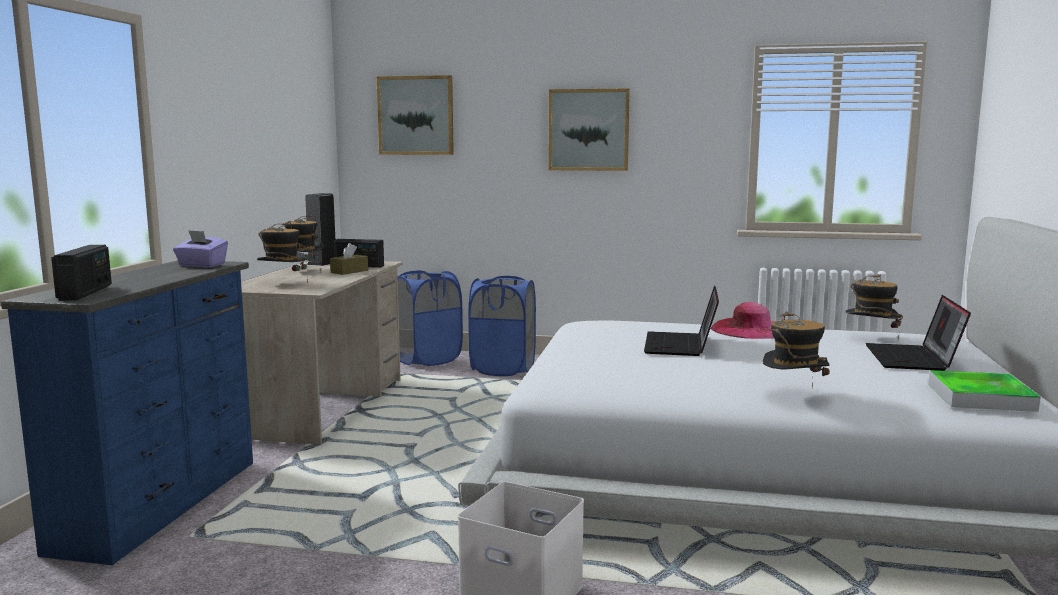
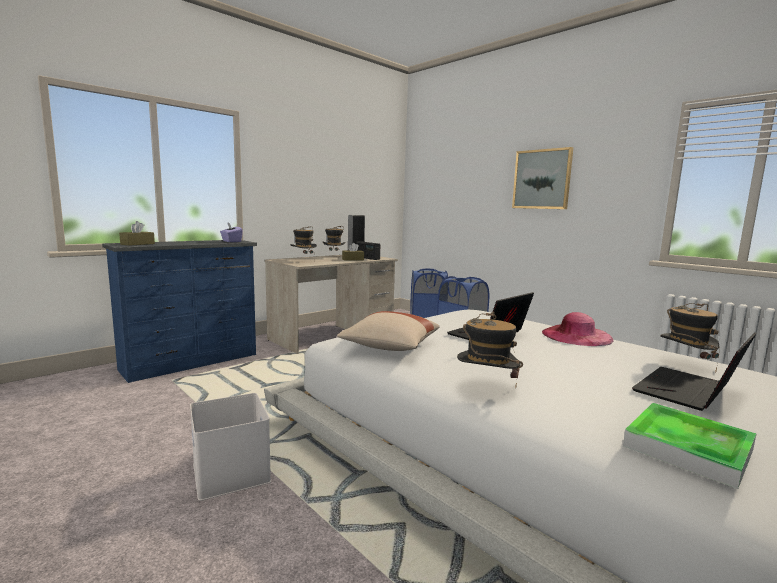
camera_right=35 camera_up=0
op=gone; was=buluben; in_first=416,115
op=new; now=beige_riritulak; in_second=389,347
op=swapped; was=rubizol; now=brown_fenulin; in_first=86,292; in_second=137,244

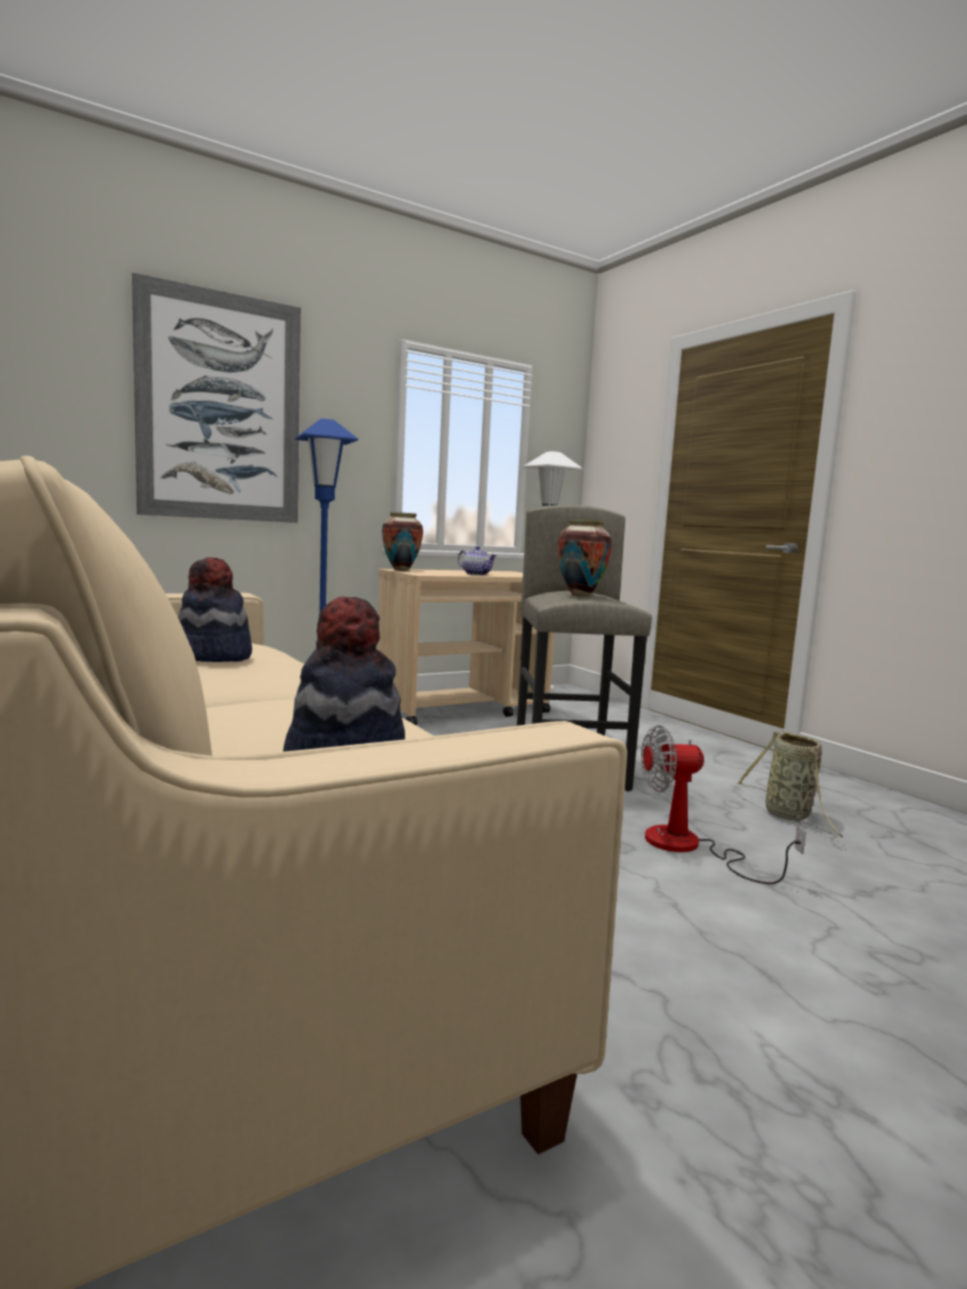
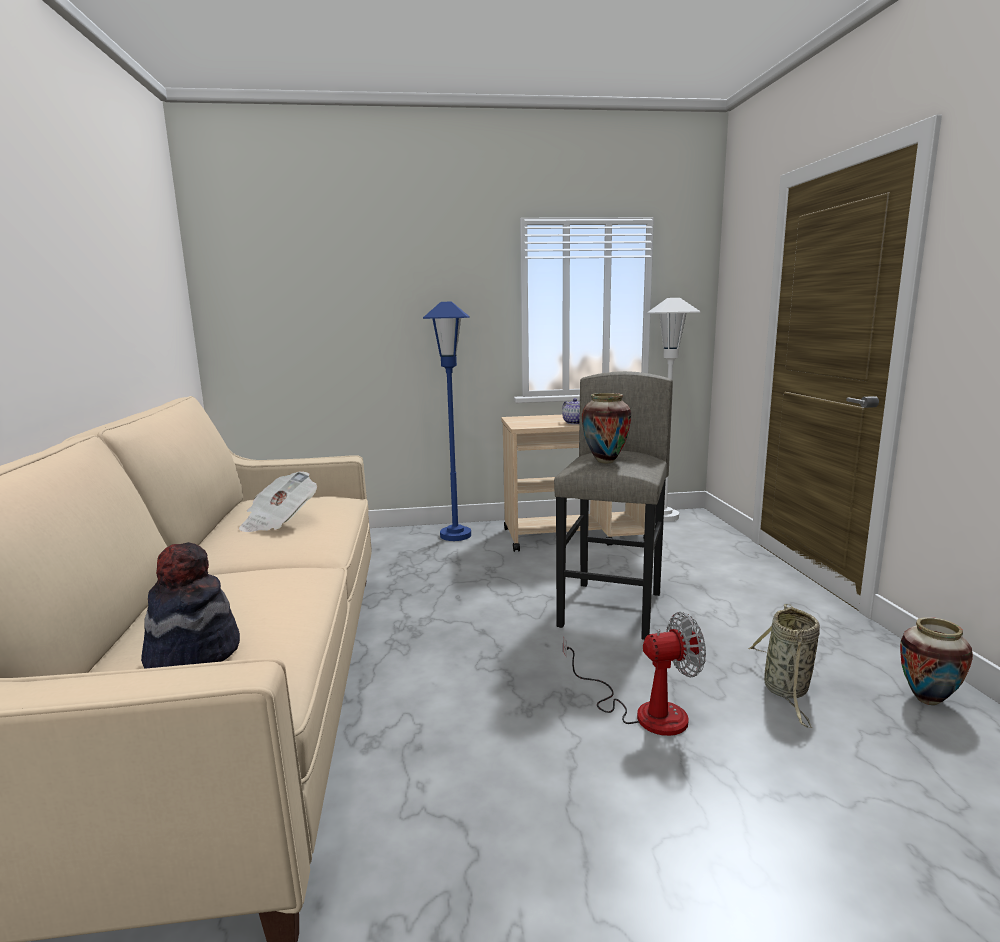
camera_right=25 camera_up=5
op=gone; was=buluben; in_first=220,408
op=shifted; was=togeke; in_first=401,570; in_second=927,700
op=swapped; was=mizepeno; now=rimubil; in_first=213,657; in_second=279,522
op=rotated; was=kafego; in_first=689,848; in_second=644,711; clockwise=150

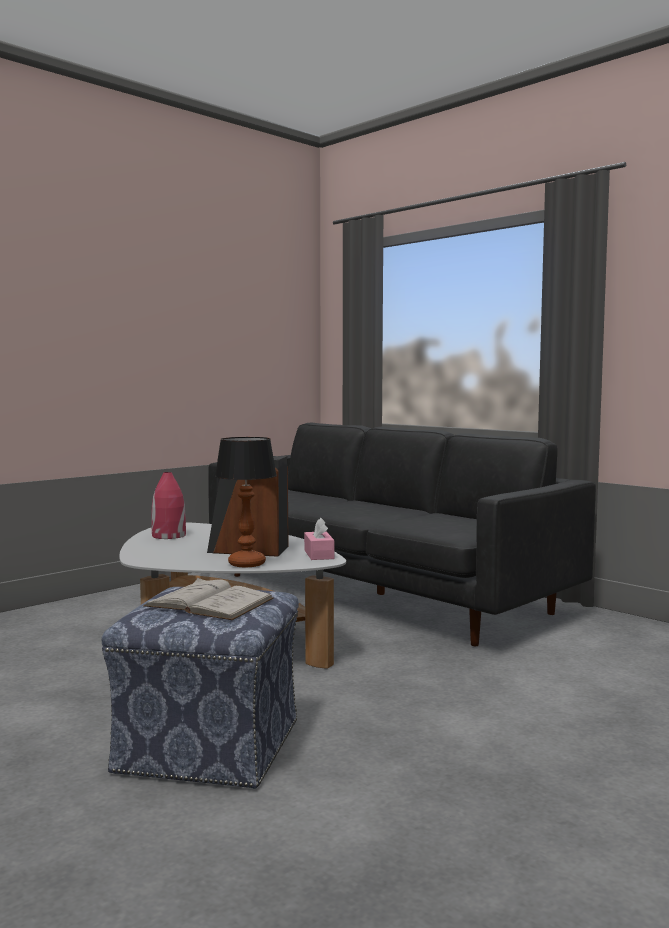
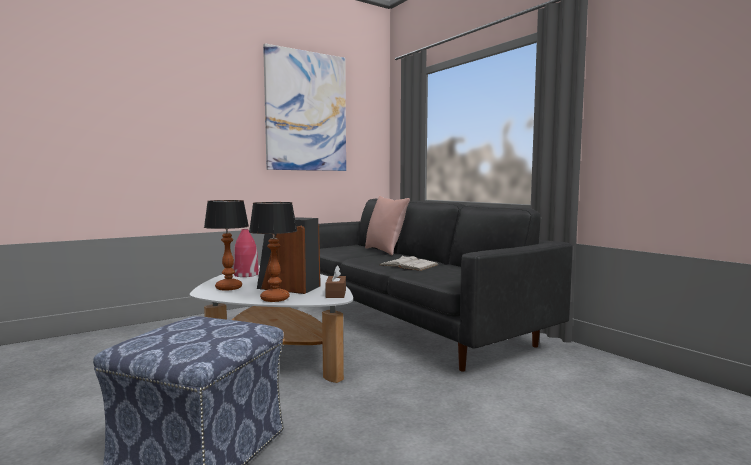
camera_right=10 camera_up=0
op=new; now=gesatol; in_second=228,288
op=new; now=buluben; in_second=306,111
op=new; now=pink_riritulak; in_second=385,251
op=shifted; was=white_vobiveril; in_first=209,602; in_second=408,265
op=repainted; was=pink_fenulin; now=brown_fenulin; in_first=319,554; in_second=336,293

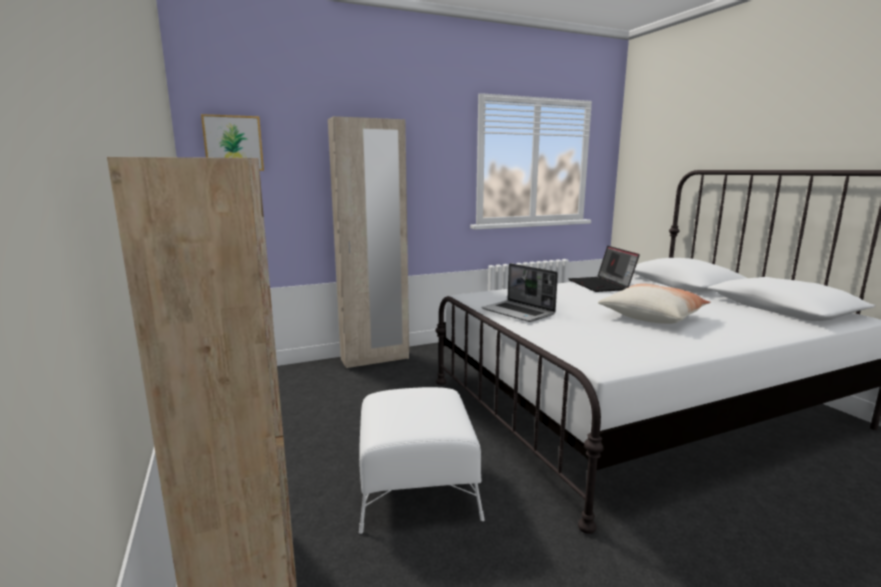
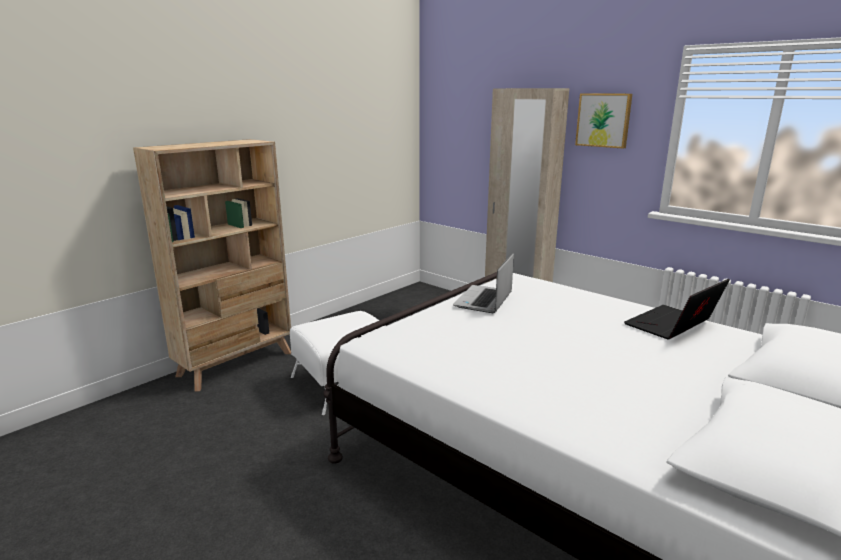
camera_right=65 camera_up=5
op=gone; was=riritulak; in_first=652,317
op=shifted; was=buluben; in_first=233,143; in_second=604,120

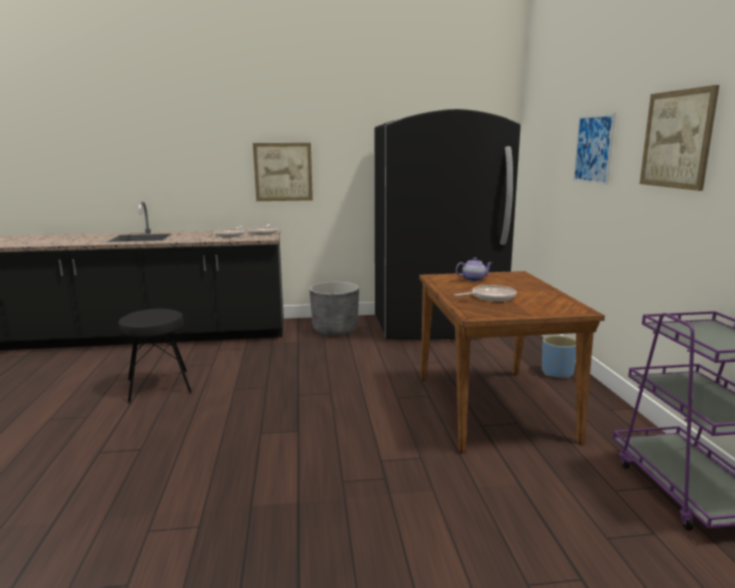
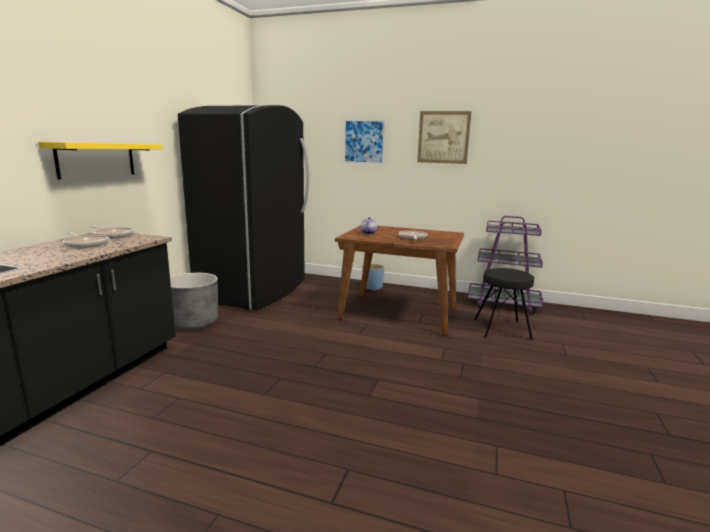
camera_right=-65 camera_up=0
op=shifted; was=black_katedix; in_first=159,386; in_second=501,329
op=swapped; was=buluben; now=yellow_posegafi; in_first=283,172; in_second=96,160

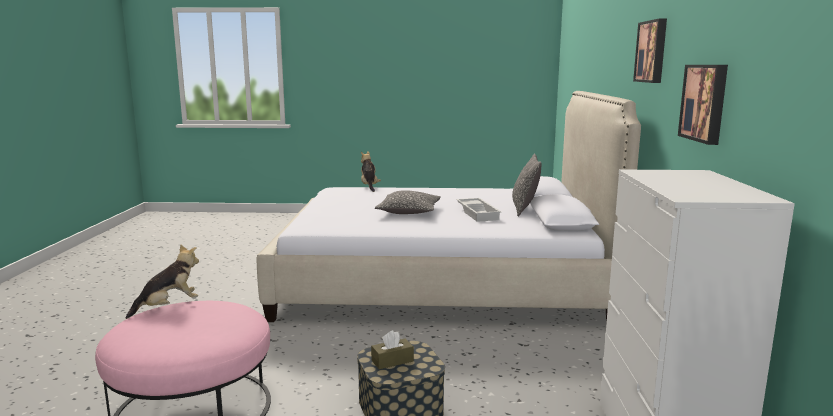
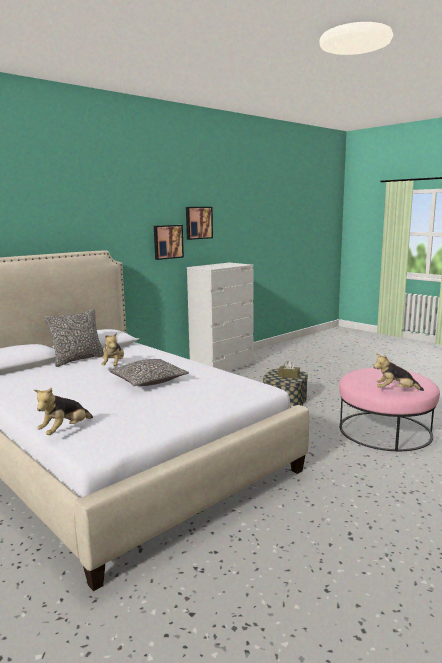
camera_right=-135 camera_up=0
op=shifted; was=buluben; in_first=652,51; in_second=198,222
op=swapped; was=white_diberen; now=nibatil; in_first=478,213; in_second=114,365

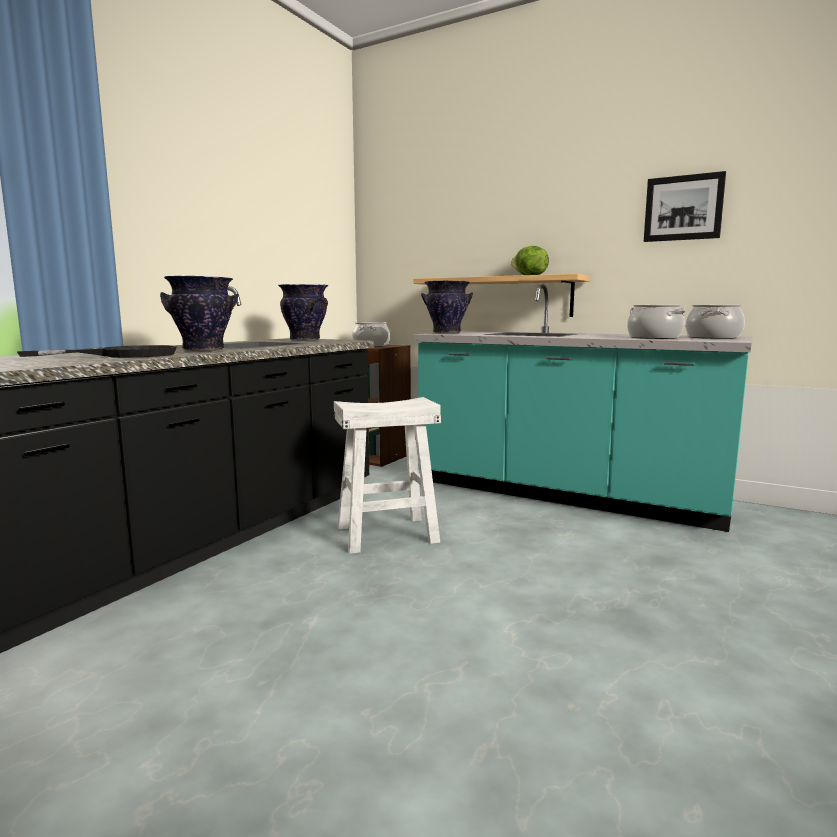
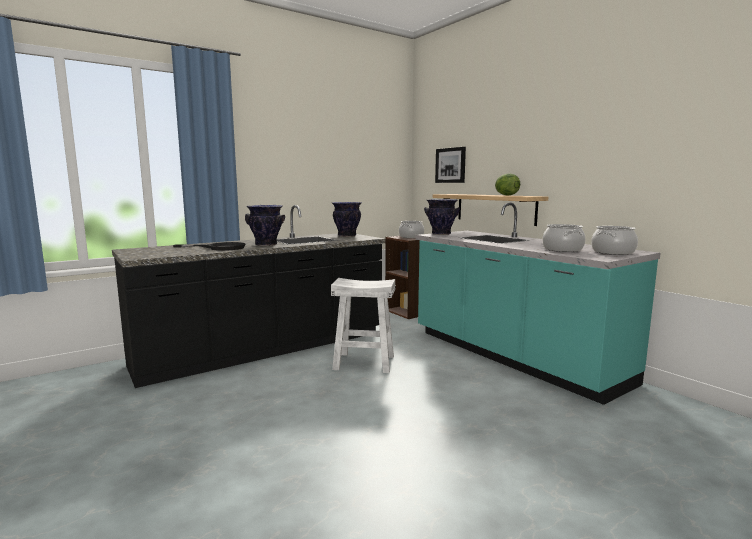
camera_right=25 camera_up=0
op=shifted; was=buluben; in_first=683,208; in_second=450,165

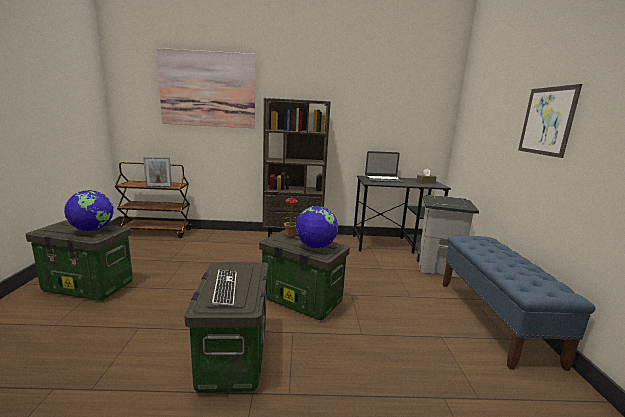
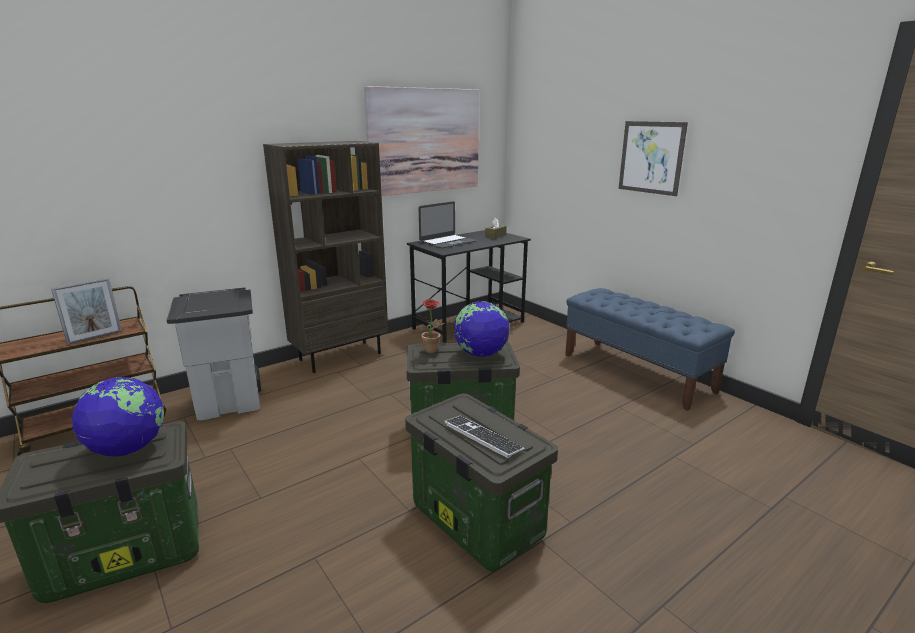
camera_right=-35 camera_up=5
op=shifted; was=buluben; in_first=208,89; in_second=425,141
op=shifted; was=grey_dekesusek; in_first=438,267; in_second=230,402

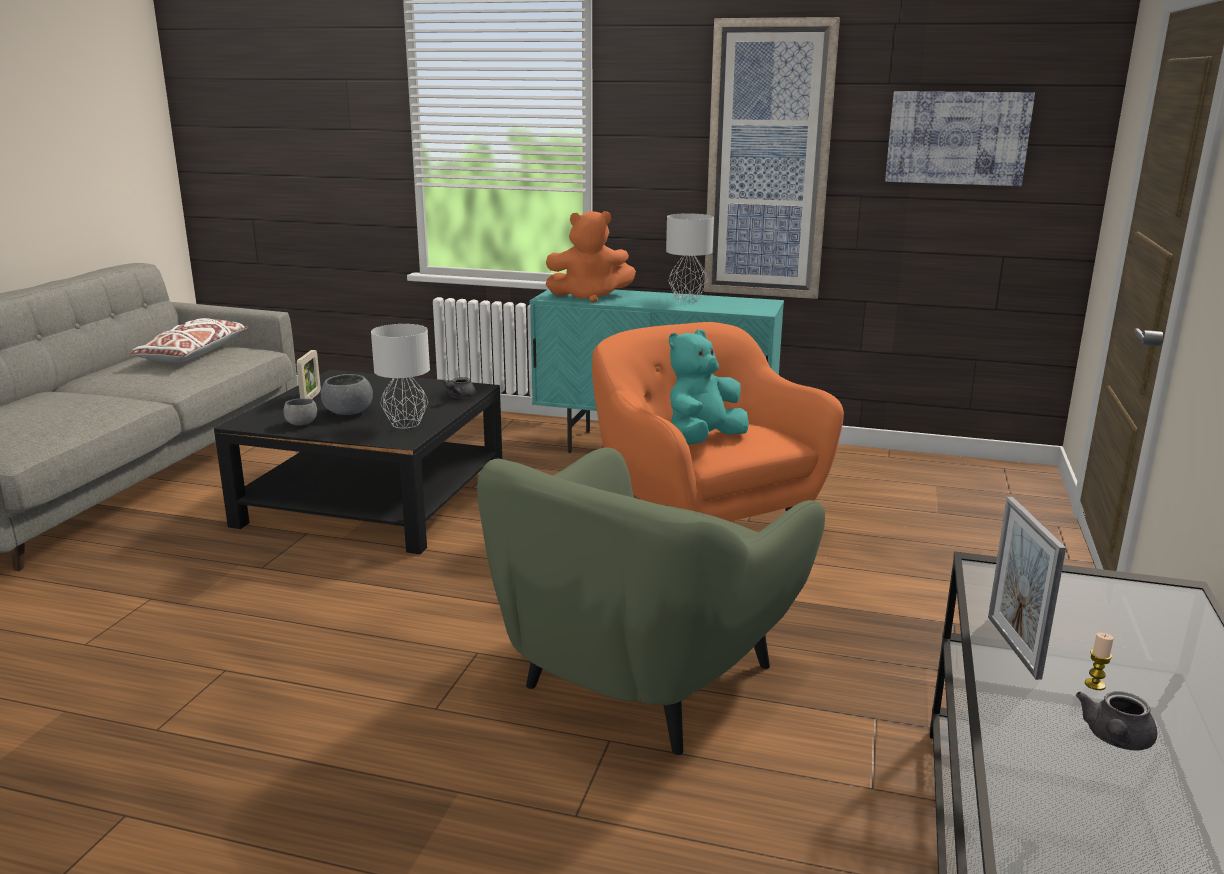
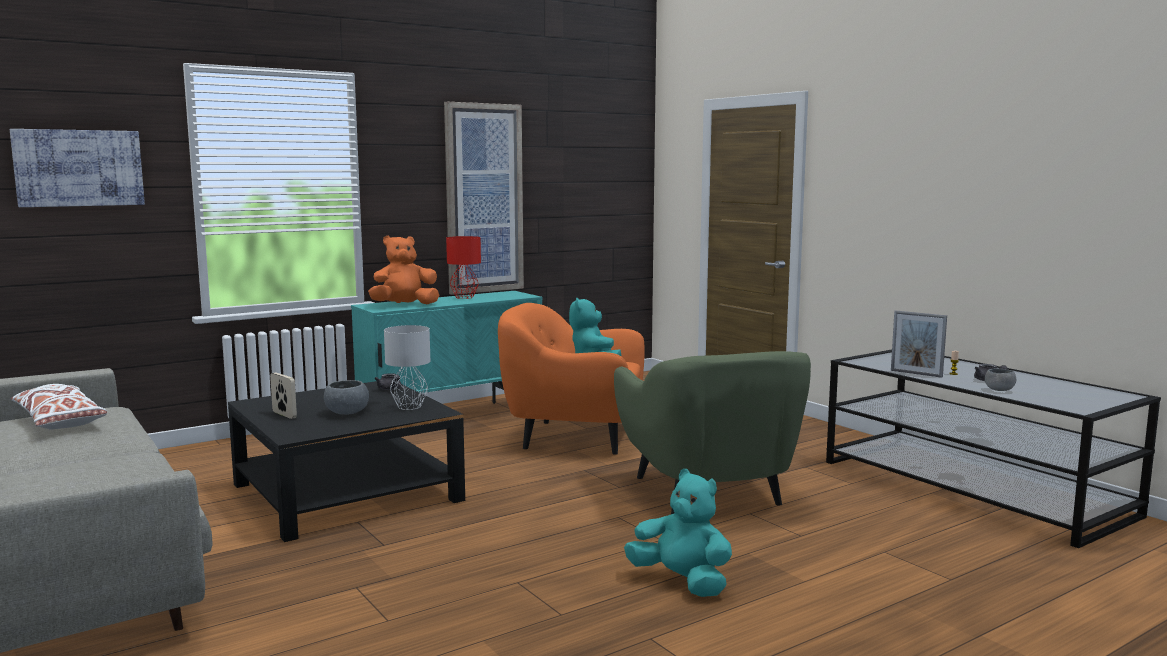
camera_right=-50 camera_up=-10
op=new; now=turquoise_nibatil; in_second=682,582
op=shifted; was=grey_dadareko; in_first=301,423; in_second=999,390
op=shifted; was=buluben; in_first=957,138; in_second=79,168
op=repainted; was=grey_gesatol; now=red_gesatol; in_first=686,299; in_second=464,297
op=rotated; was=orange_nibatil; in_first=589,297; in_second=404,305; clockwise=-150

